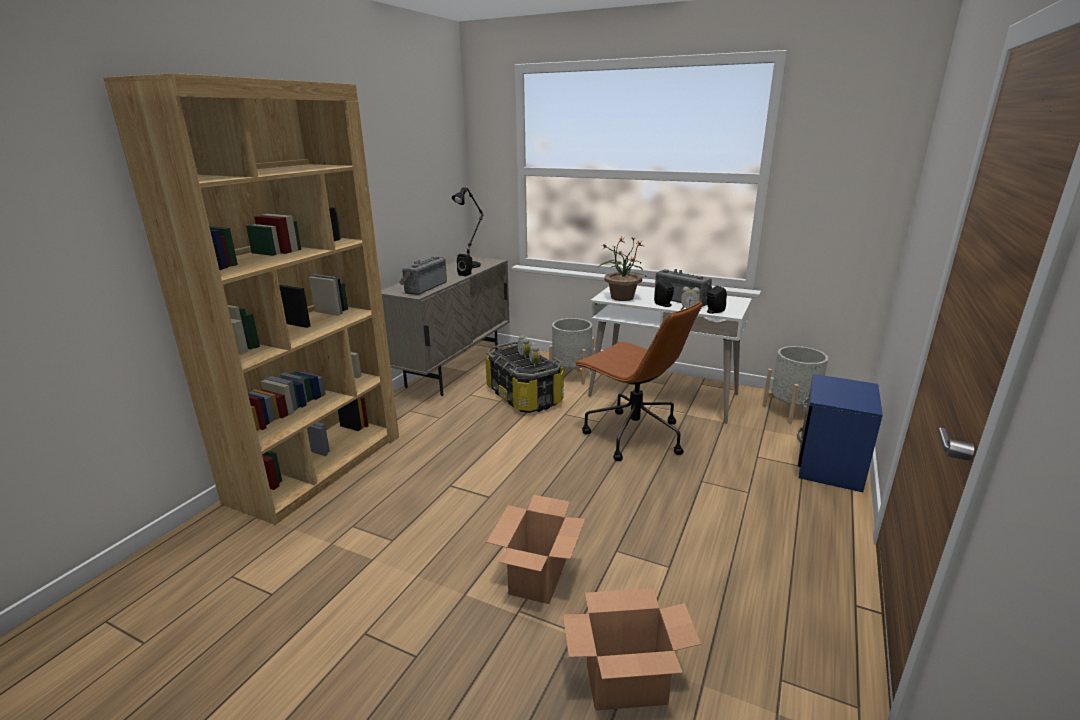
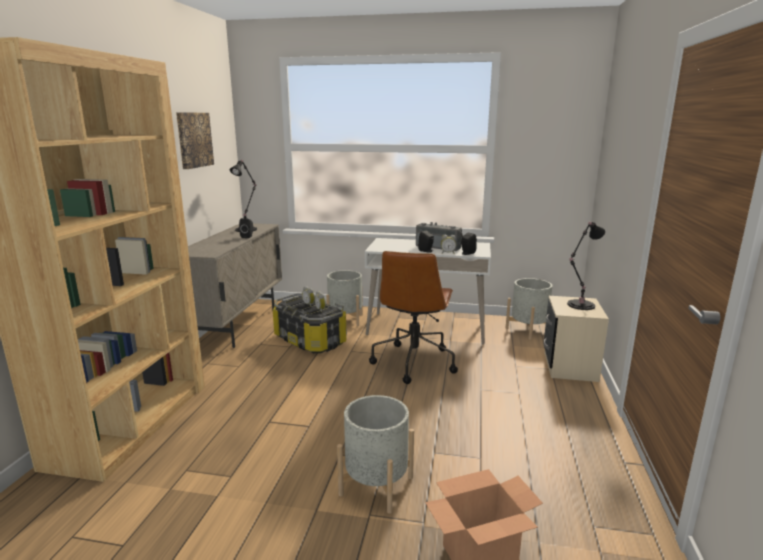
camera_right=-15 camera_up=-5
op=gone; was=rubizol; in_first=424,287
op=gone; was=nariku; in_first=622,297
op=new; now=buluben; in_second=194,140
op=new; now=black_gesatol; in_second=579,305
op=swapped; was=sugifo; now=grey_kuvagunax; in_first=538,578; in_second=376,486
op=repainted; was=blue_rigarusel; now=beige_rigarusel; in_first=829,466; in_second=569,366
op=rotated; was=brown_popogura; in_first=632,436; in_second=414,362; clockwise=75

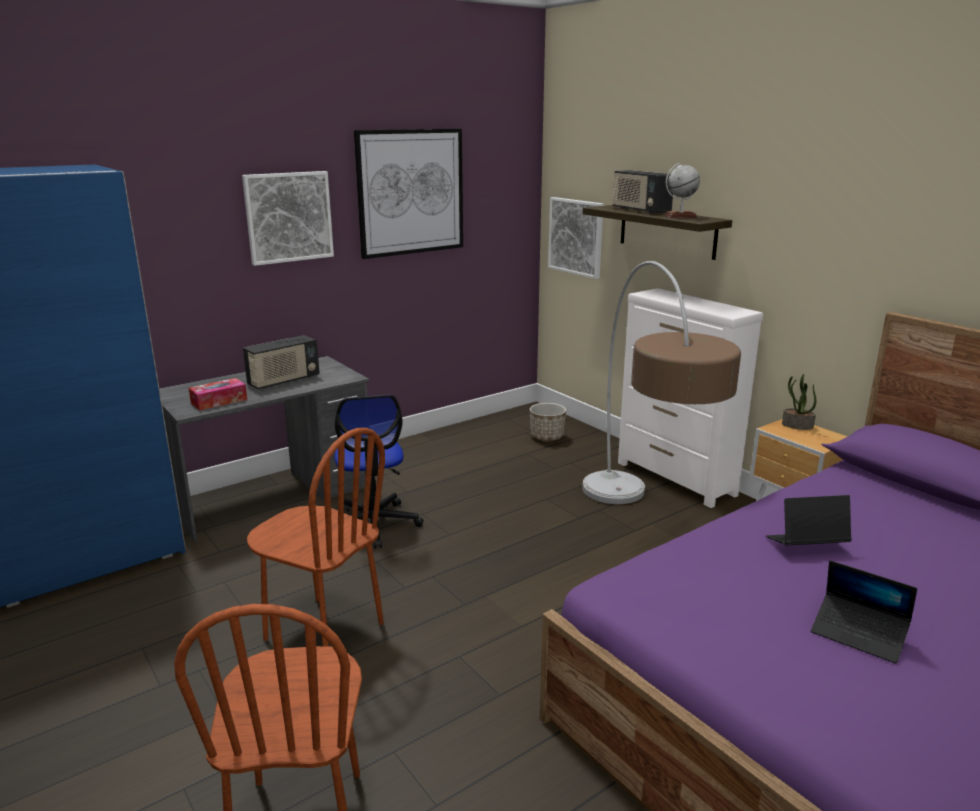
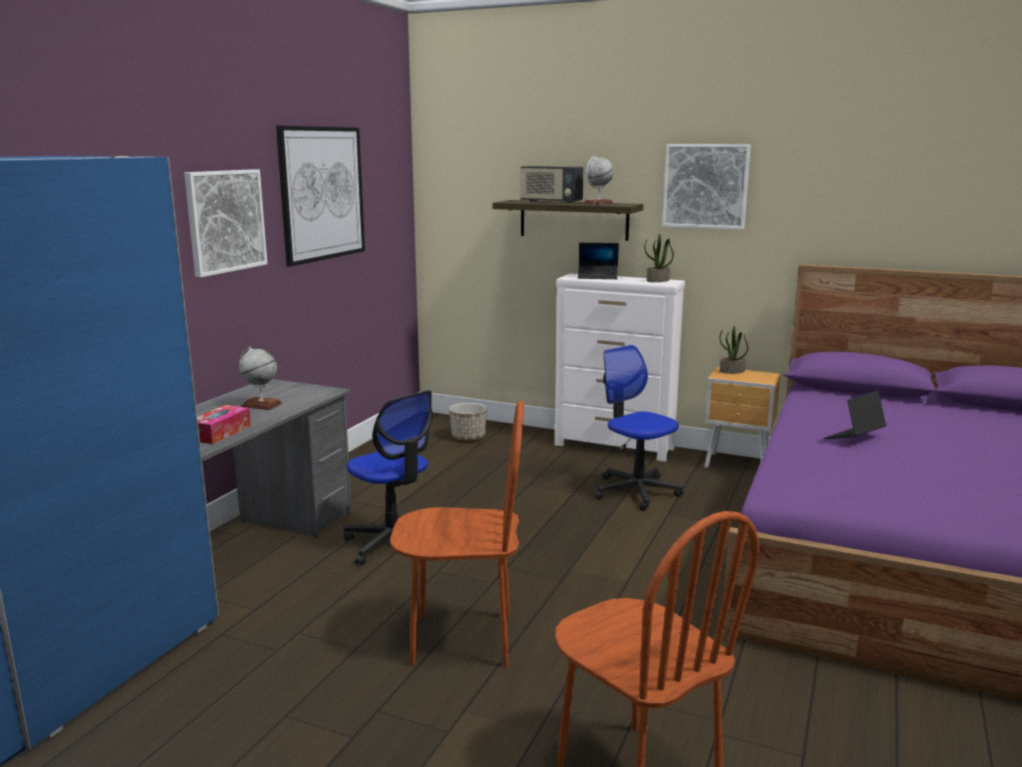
camera_right=-30 camera_up=-5
op=new; now=nariku; in_second=657,280
op=shifted; was=buluben; in_first=576,237; in_second=705,186
op=shifted; was=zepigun; in_first=858,634; in_second=597,277
op=swapped; was=rubizol; now=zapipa; in_first=284,381; in_second=261,405
op=swapped; was=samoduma; now=popogura; in_first=641,533; in_second=636,491

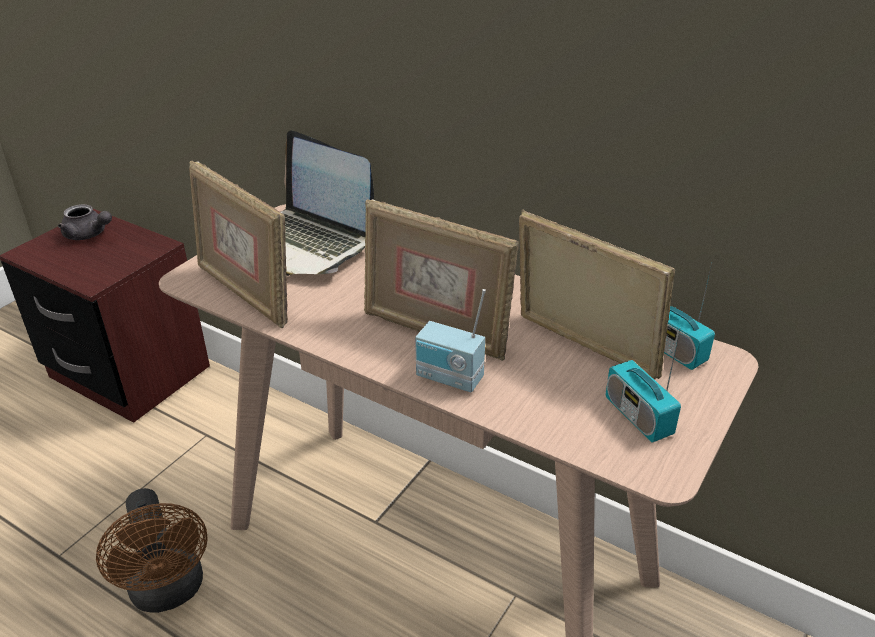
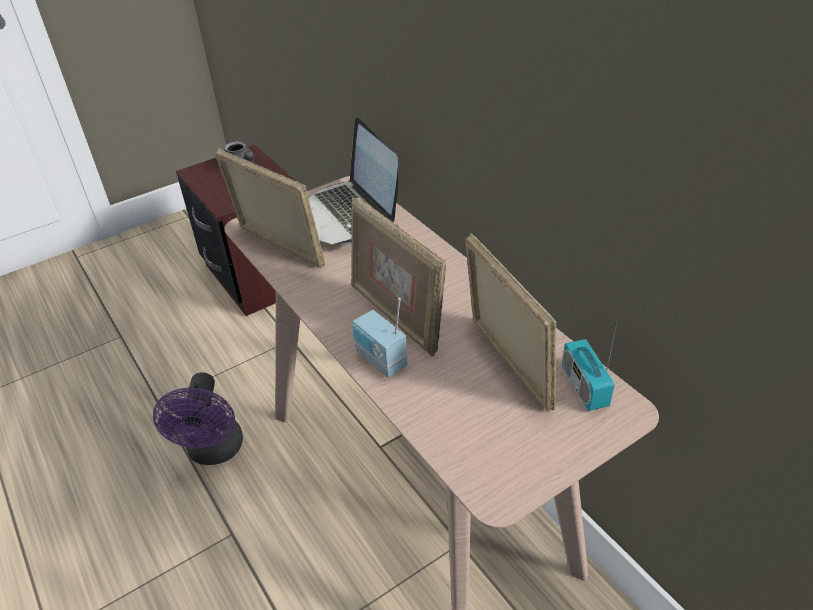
camera_right=25 camera_up=5
op=gone; was=rubizol; in_first=638,416
op=repainted; was=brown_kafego; now=purple_kafego; in_first=169,592; in_second=214,452
op=rotated; was=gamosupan; in_first=245,293; in_second=278,248; clockwise=150

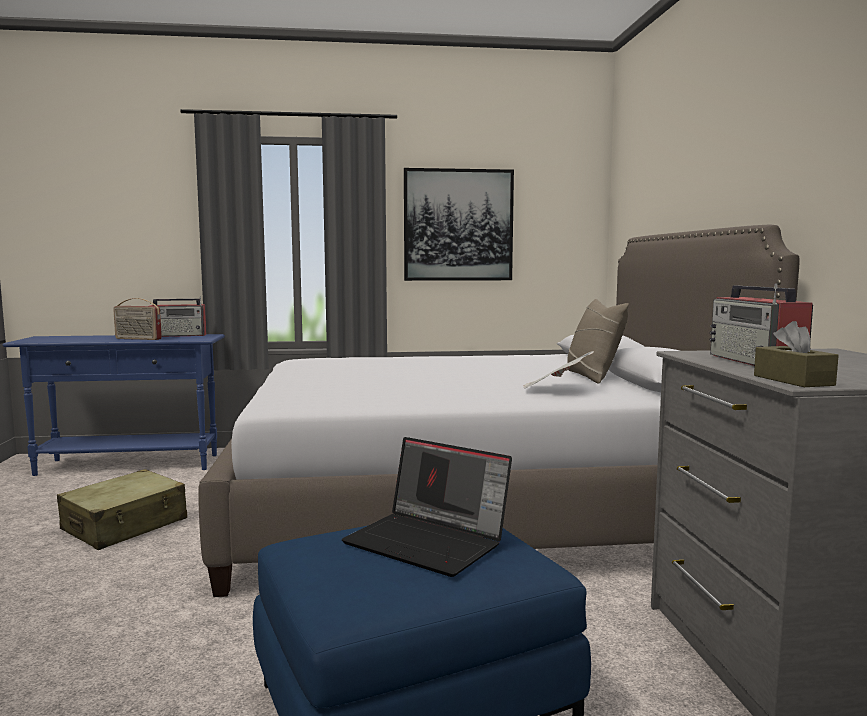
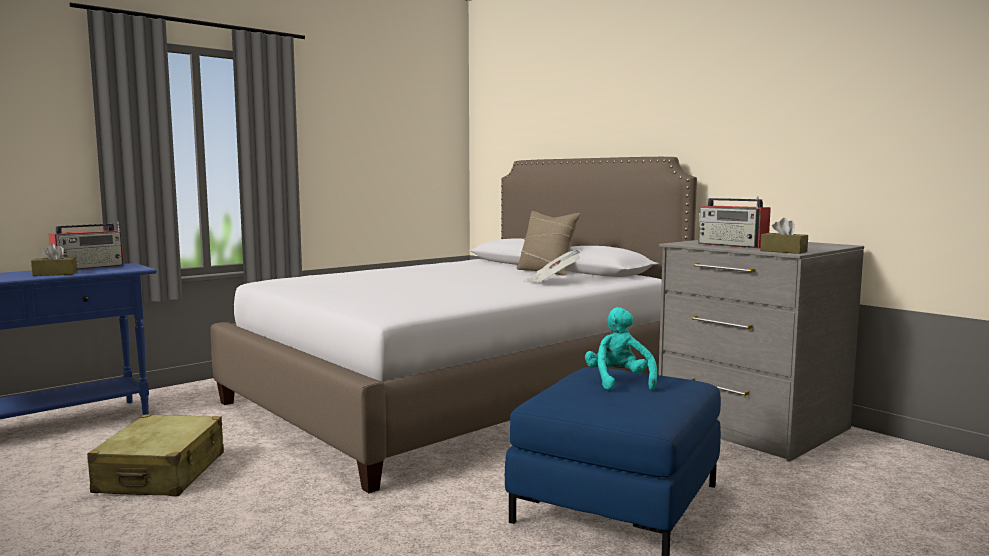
camera_right=-35 camera_up=0
op=gone; was=buluben; in_first=458,225
op=swapped; was=rubizol; now=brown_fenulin; in_first=137,339; in_second=55,274
op=swapped; was=zepigun; now=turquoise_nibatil; in_first=429,542; in_second=619,382

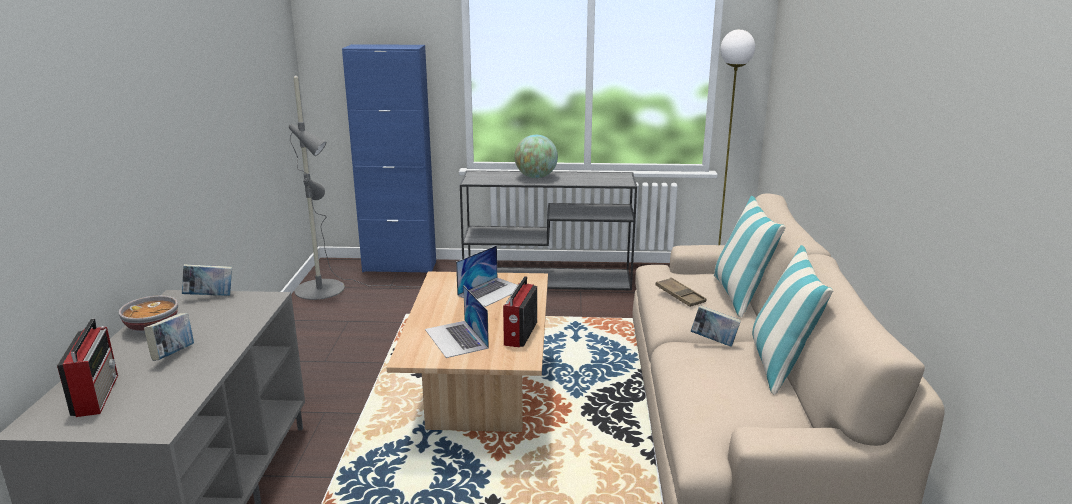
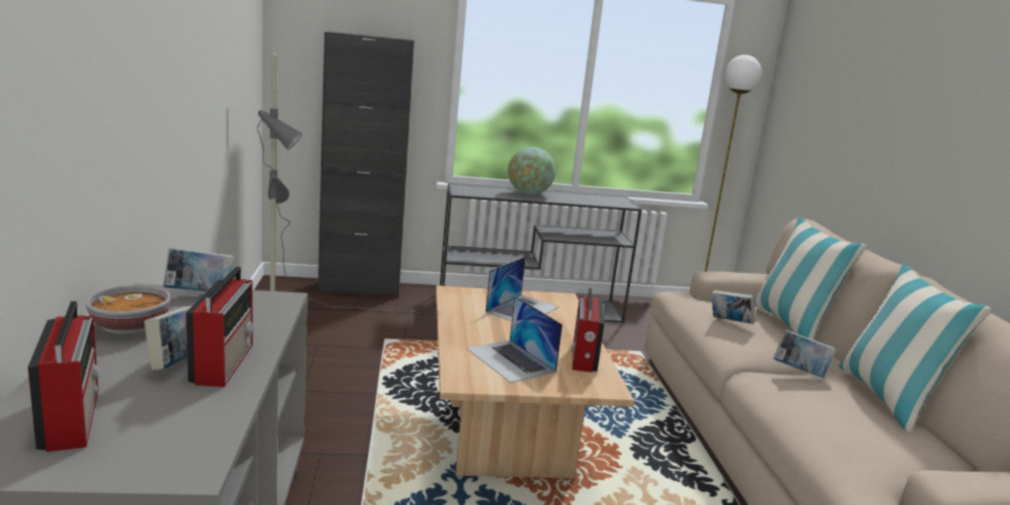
camera_right=-10 camera_up=-5
op=new; now=rubizol; in_second=224,362
op=swapped; was=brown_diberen; now=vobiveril; in_first=680,296; in_second=729,322
op=repainted; was=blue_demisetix; now=black_demisetix; in_first=399,266; in_second=359,288

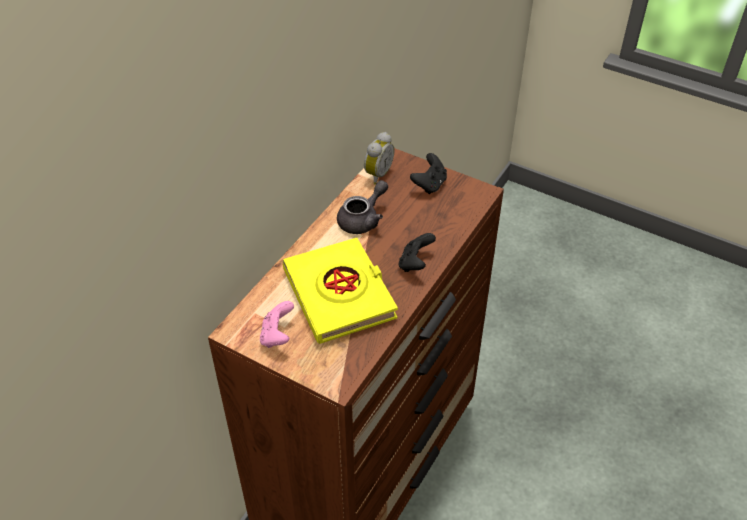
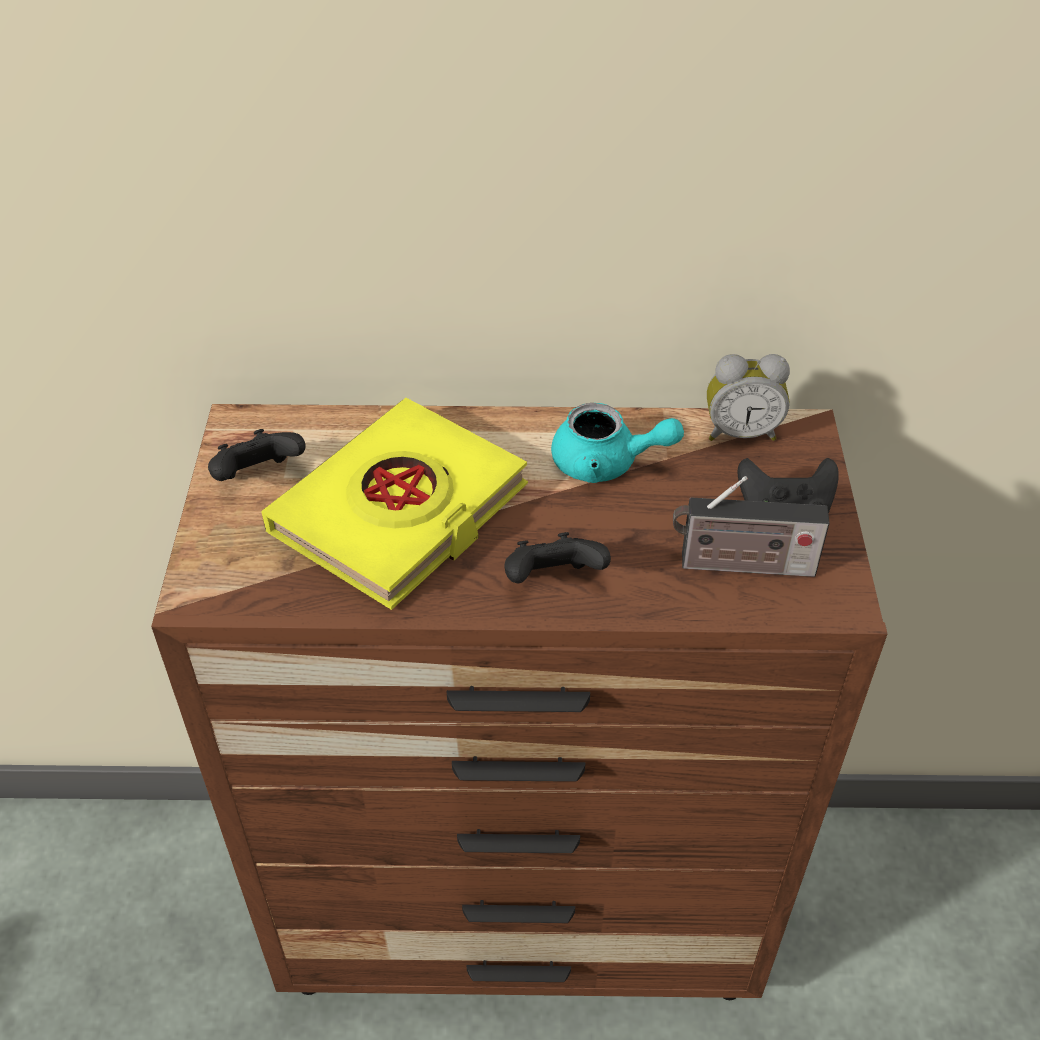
camera_right=60 camera_up=0
op=new; now=rubizol; in_second=740,565
op=repainted; was=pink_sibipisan; now=black_sibipisan; in_first=277,336; in_second=258,477
op=repainted; was=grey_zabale; now=turquoise_zabale; in_first=363,219; in_second=606,463

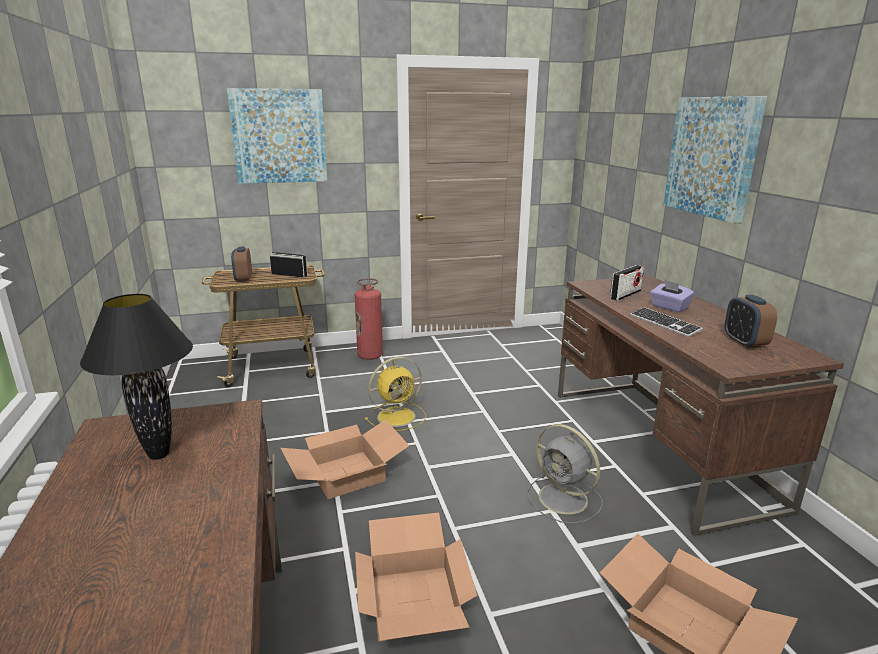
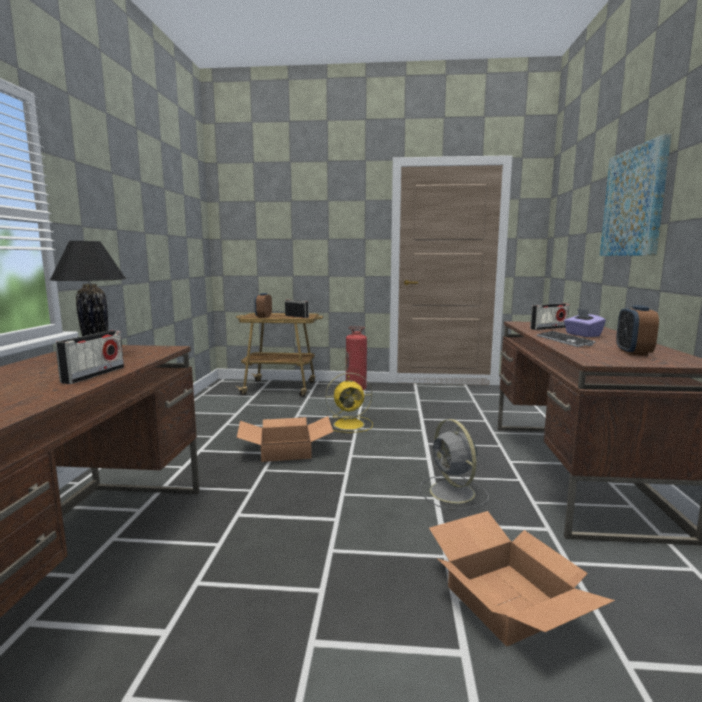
camera_right=20 camera_up=-10
op=gone; was=buluben; in_first=279,136
op=gone; was=sugifo; in_first=412,600
op=new; now=rubizol; in_second=94,375

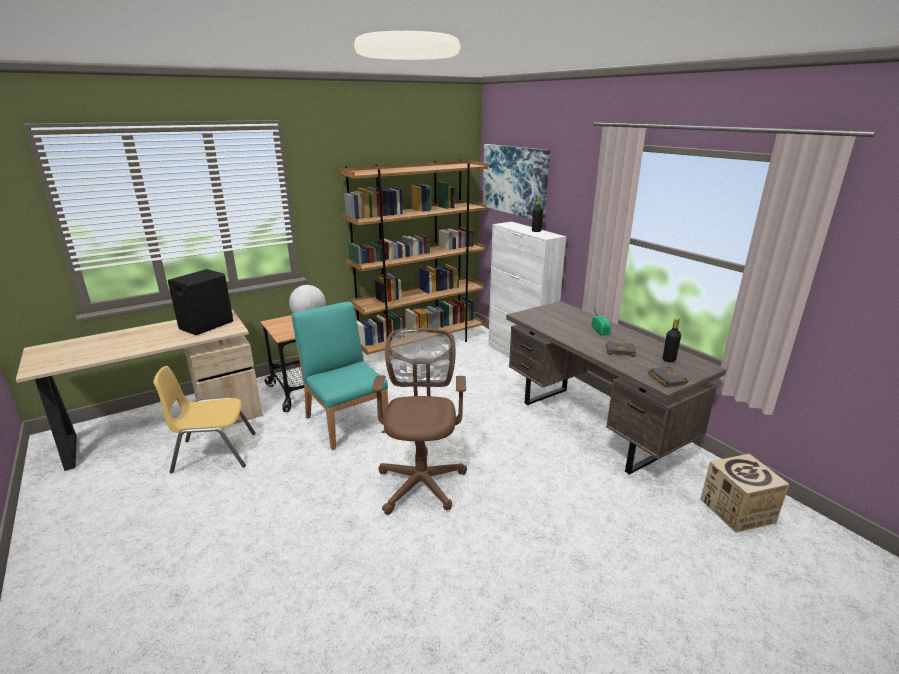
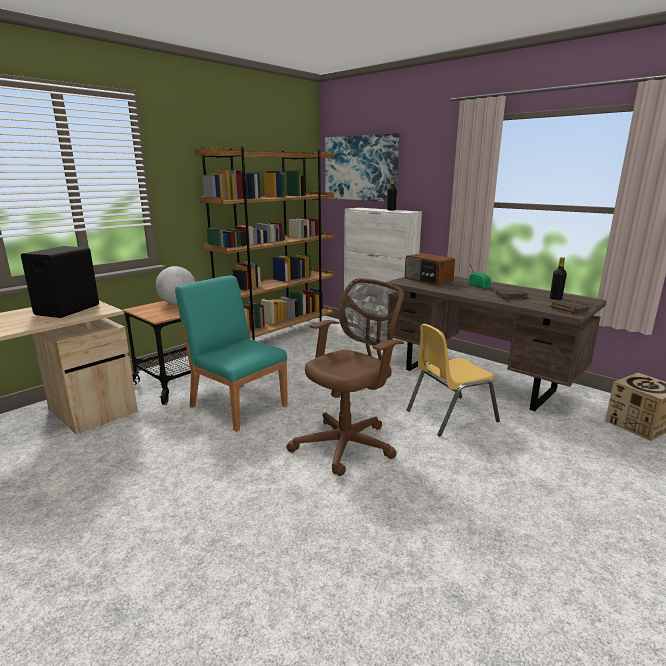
camera_right=-15 camera_up=-5
op=new; now=rubizol; in_second=428,280
op=shifted; was=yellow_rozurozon; in_first=214,453; in_second=450,415
op=rotated; was=brown_popogura; in_first=421,480; in_second=348,444; clockwise=60

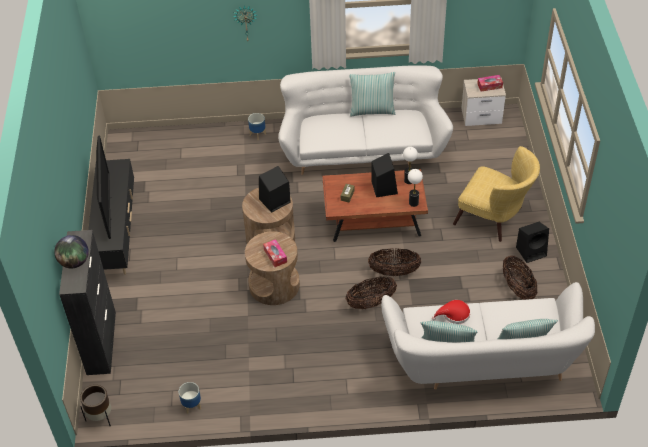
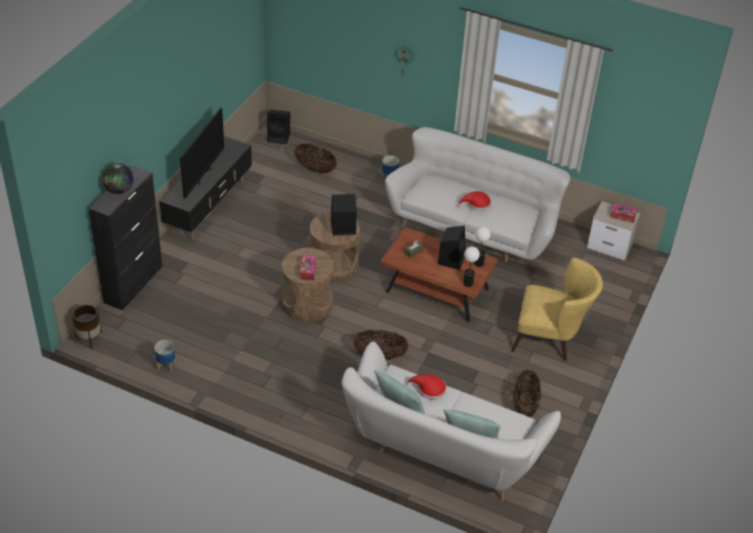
camera_right=25 camera_up=-5
op=gone; was=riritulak; in_first=372,110
op=new; now=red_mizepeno; in_second=476,204
op=shifted; was=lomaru; in_first=394,272; in_second=315,169
op=shifted; was=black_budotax; in_first=531,251; in_second=279,137
op=rotated; was=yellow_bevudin; in_first=494,218; in_second=551,338; clockwise=-45

